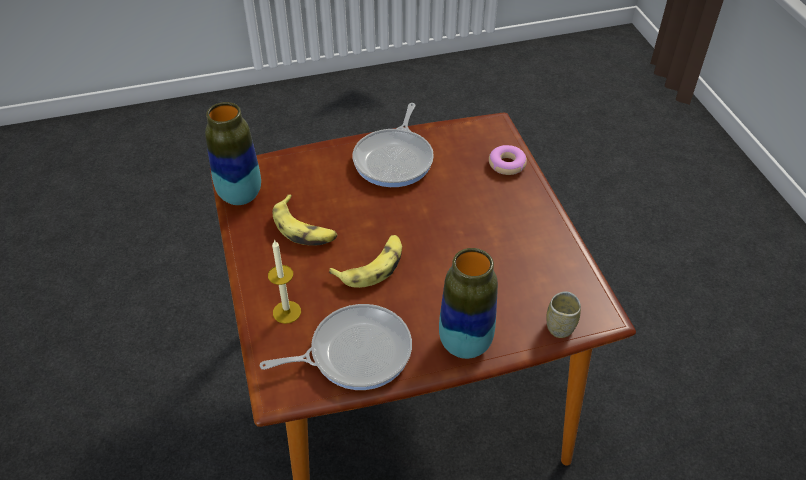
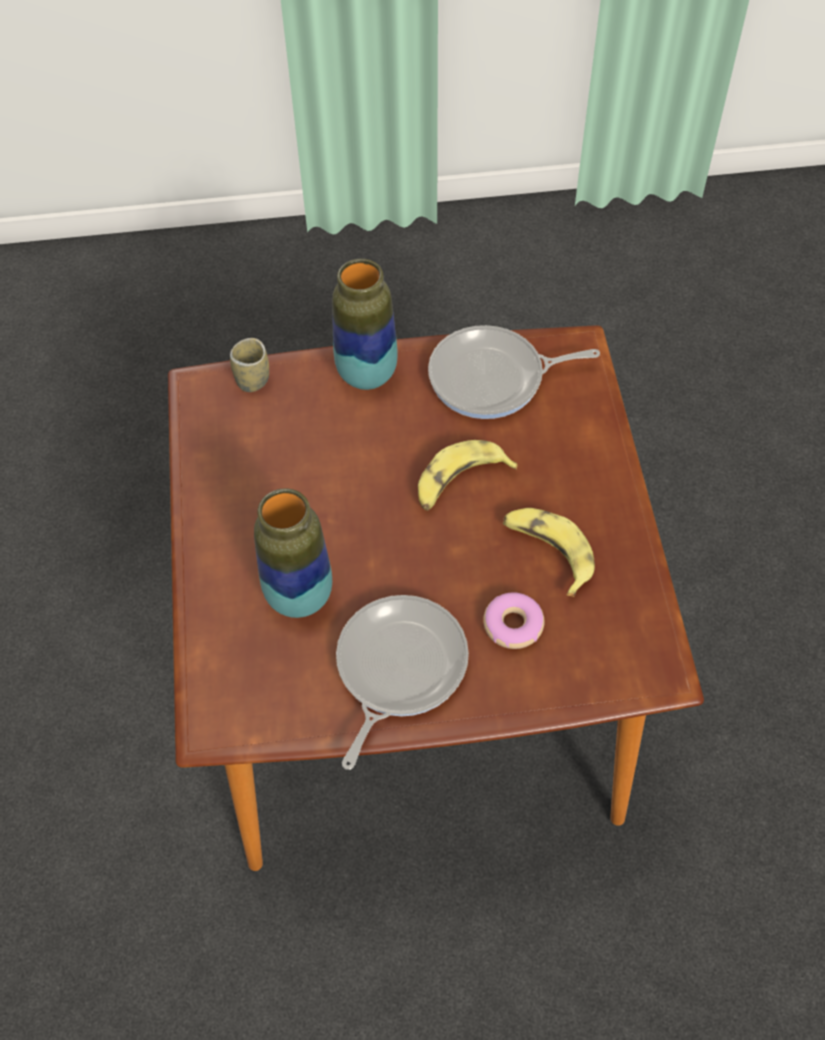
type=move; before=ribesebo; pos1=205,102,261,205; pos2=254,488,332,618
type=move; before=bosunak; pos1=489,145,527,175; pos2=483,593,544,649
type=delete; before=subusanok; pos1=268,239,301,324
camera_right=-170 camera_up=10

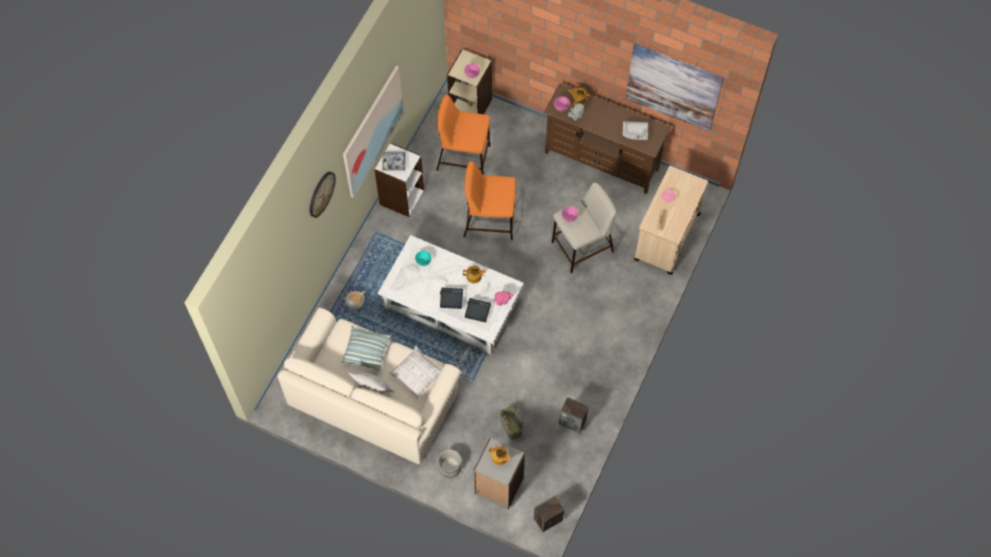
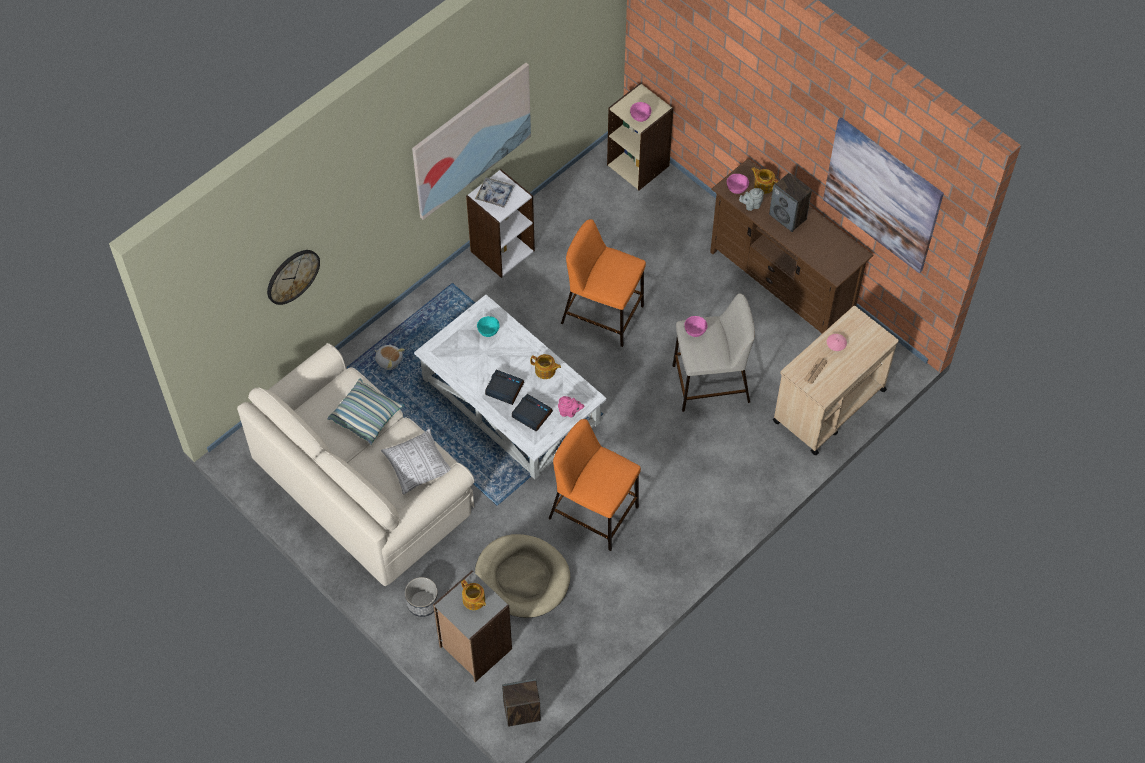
type=move; before=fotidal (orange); pos1=436,95,491,175; pos2=548,419,641,551
type=delete; before=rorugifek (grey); pos1=623,121,648,140
type=move; before=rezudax; pos1=310,172,336,218; pos2=267,250,320,305
type=delete; before=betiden; pos1=348,372,394,393
type=move; before=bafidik; pos1=559,397,589,433; pos2=769,173,812,232
type=replace; before=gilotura; after=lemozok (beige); pos1=500,406,523,439; pos2=475,534,570,618
camera_right=20 camera_up=-5

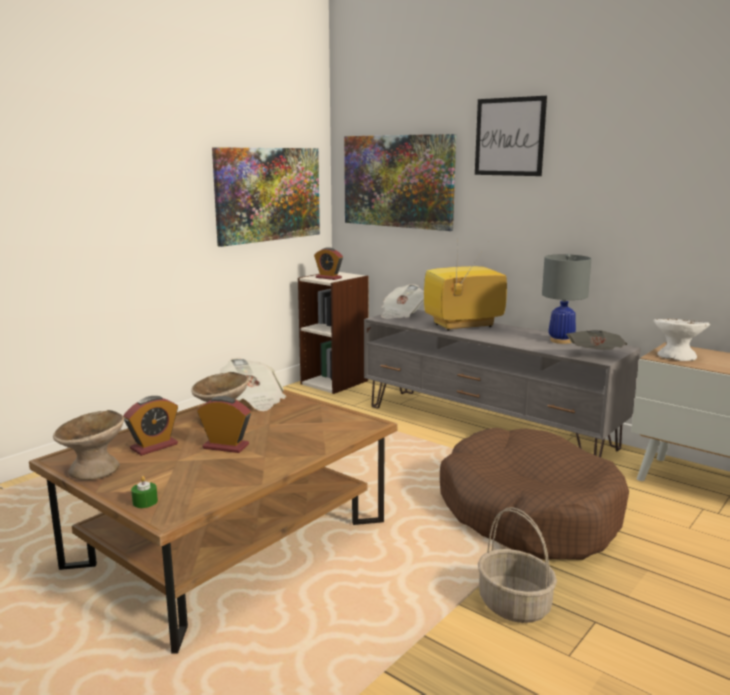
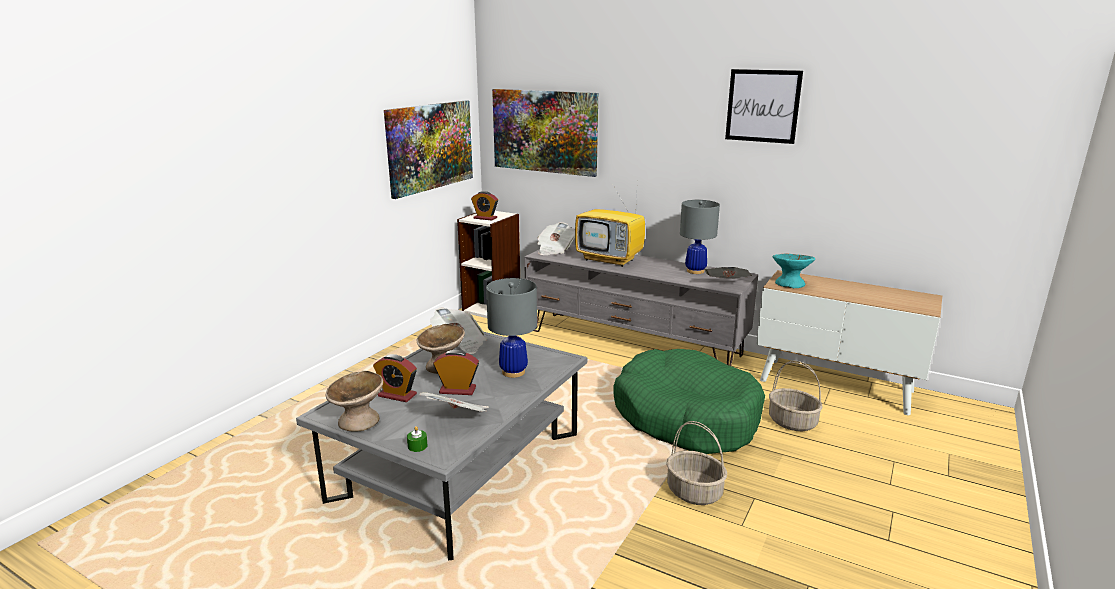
type=move; before=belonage; pos1=475,96,547,176; pos2=725,69,803,144
type=rotate; before=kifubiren; pos1=424,246,507,331; pos2=575,185,645,267; turn=-120
type=recolor; before=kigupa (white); after=kigupa (turquoise); pos1=654,319,710,361; pos2=772,253,815,288
type=recolor; before=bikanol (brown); after=bikanol (grey); pos1=29,389,398,653; pos2=296,332,587,560
type=rotate; before=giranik; pos1=123,396,178,456; pos2=373,354,417,402; turn=75
type=recolor; before=lemozok (brown); after=lemozok (green); pos1=440,428,629,560; pos2=614,349,765,454
type=insert; after=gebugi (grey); pos2=486,278,537,378
type=insert; after=gilotura; pos2=769,360,823,431
type=insert; after=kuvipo; pos2=419,392,489,412
camera_right=-10 camera_up=5

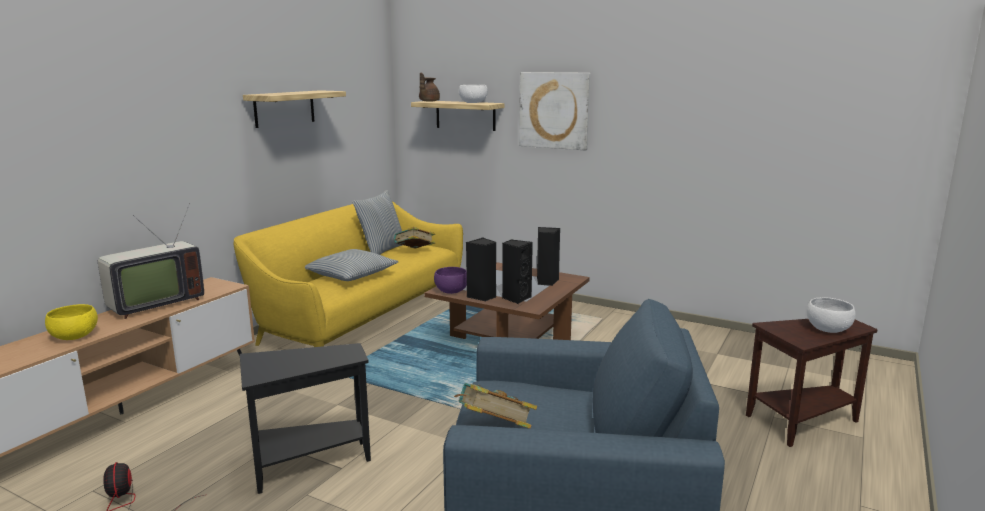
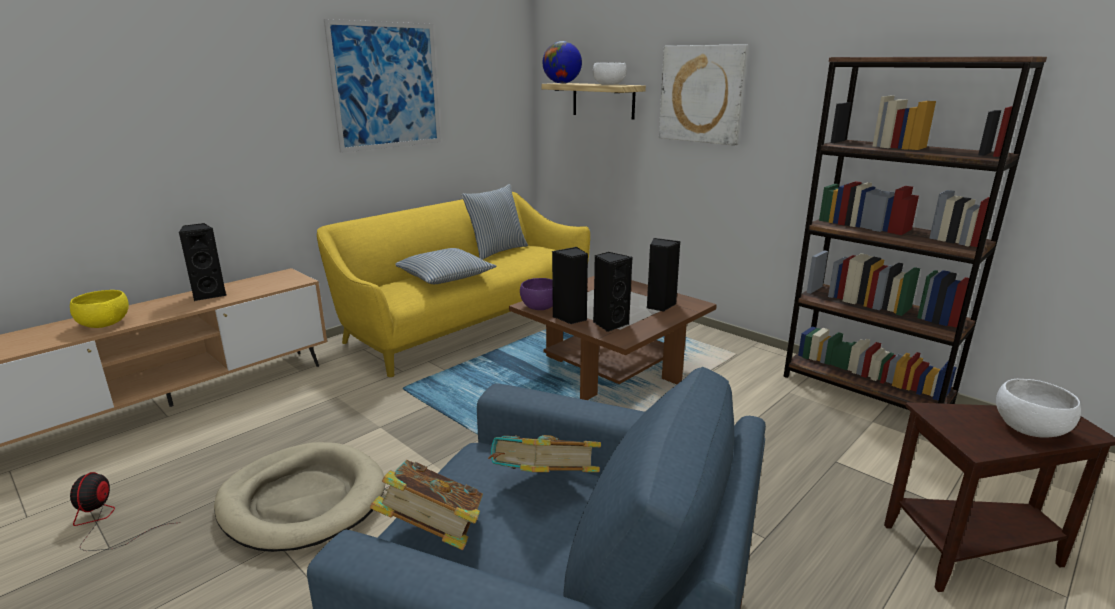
type=replace; before=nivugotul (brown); after=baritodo; pos1=419,73,440,102; pos2=543,41,582,83
type=replace; before=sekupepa; after=belonage; pos1=243,90,346,128; pos2=324,19,441,153
type=replace; before=kifubiren; after=bafidik (black); pos1=98,203,204,319; pos2=179,223,226,301
type=move; before=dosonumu; pos1=394,227,436,249; pos2=488,435,601,472
type=replace; before=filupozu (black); after=lemozok (beige); pos1=240,343,371,494; pos2=214,442,385,552
type=insert; after=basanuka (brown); pos2=783,56,1047,410
camera_right=15 camera_up=5

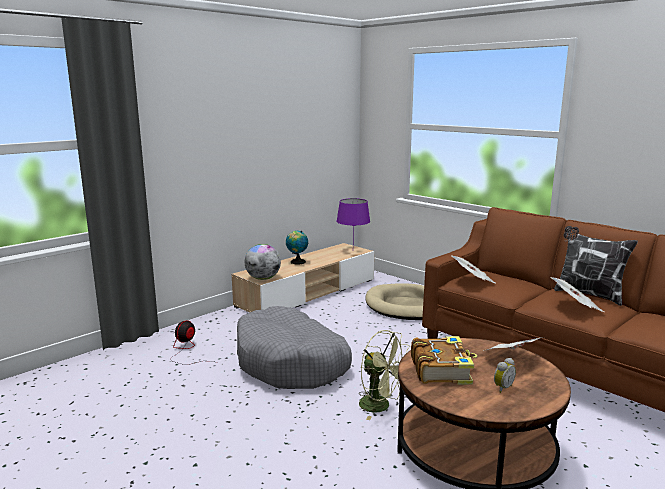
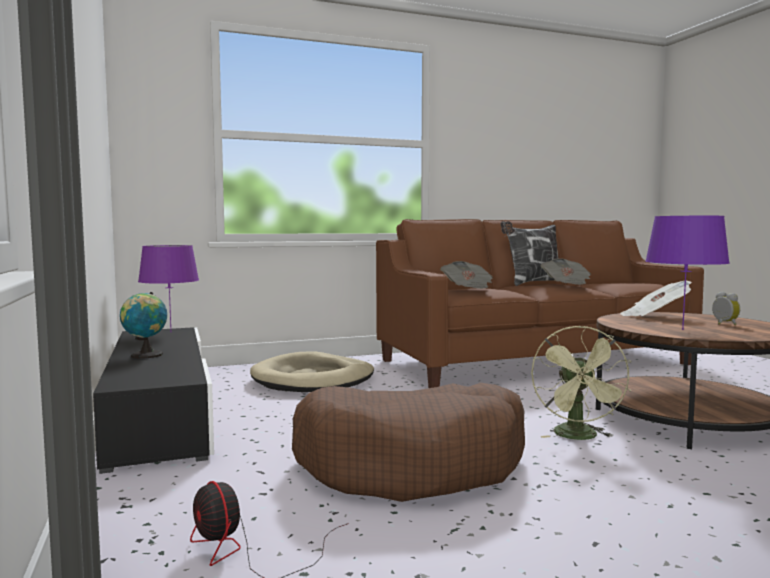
type=recolor; before=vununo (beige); after=vununo (black); pos1=232,243,374,313; pos2=93,327,214,474
type=delete; before=baritodo; pos1=245,244,281,280
type=recolor; before=lemozok (grey); after=lemozok (brown); pos1=237,306,352,389; pos2=292,383,525,502
type=rotate; before=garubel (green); pos1=359,330,409,420; pos2=531,325,631,440; turn=120
type=replace; before=dosonumu; after=gebugi (purple); pos1=411,336,477,385; pos2=645,216,730,330
camera_right=-65 camera_up=-10

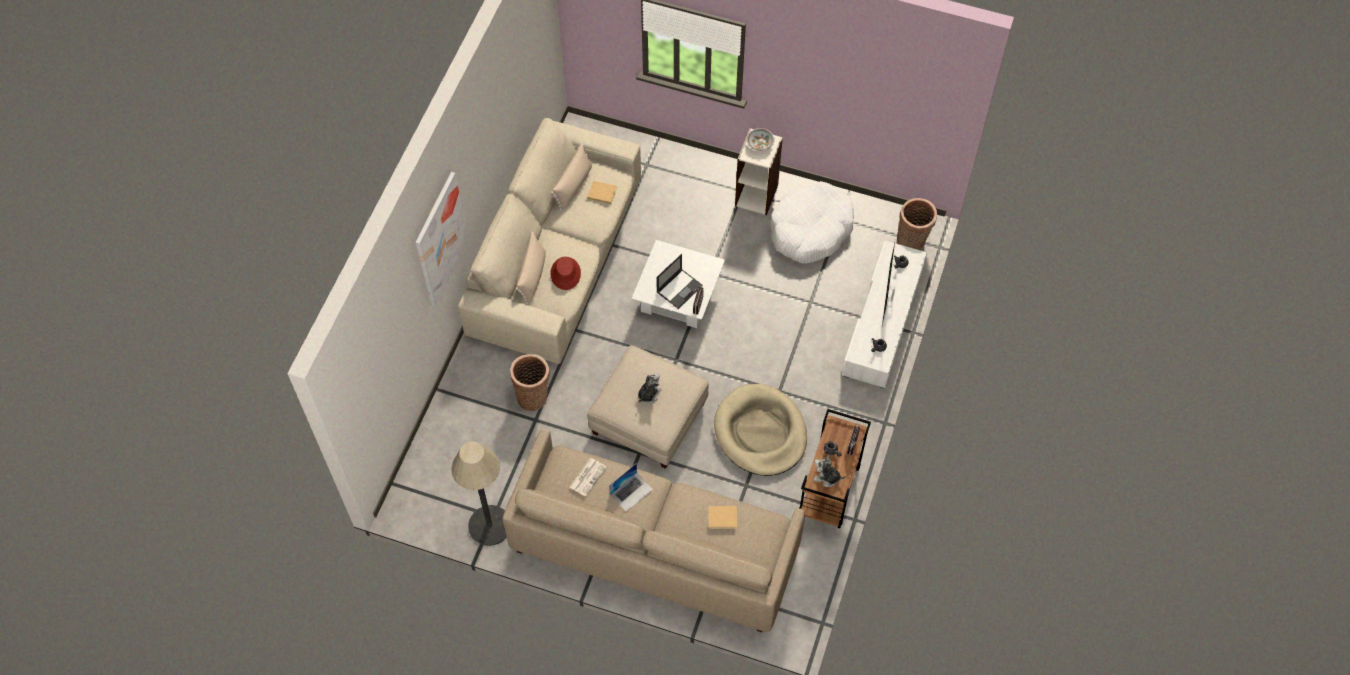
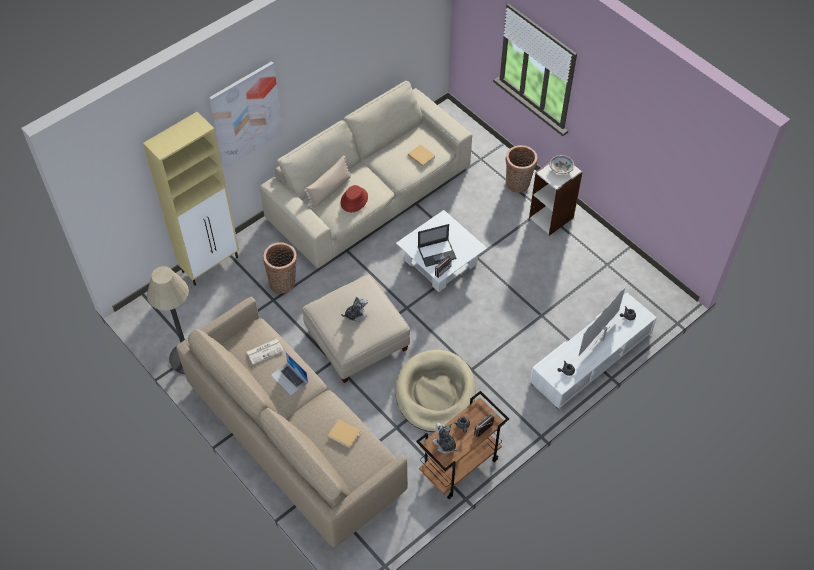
type=delete; before=betiden (beige); pos1=551,144,592,211
type=delete; before=lemozok (white); pos1=771,181,854,264
type=move; before=gilotura; pos1=897,198,937,250; pos2=505,145,537,193
type=rotate; before=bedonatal; pos1=609,463,653,512; pos2=271,353,308,396; turn=60
type=insert; after=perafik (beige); pos2=143,112,239,285
camera_right=30 camera_up=-5

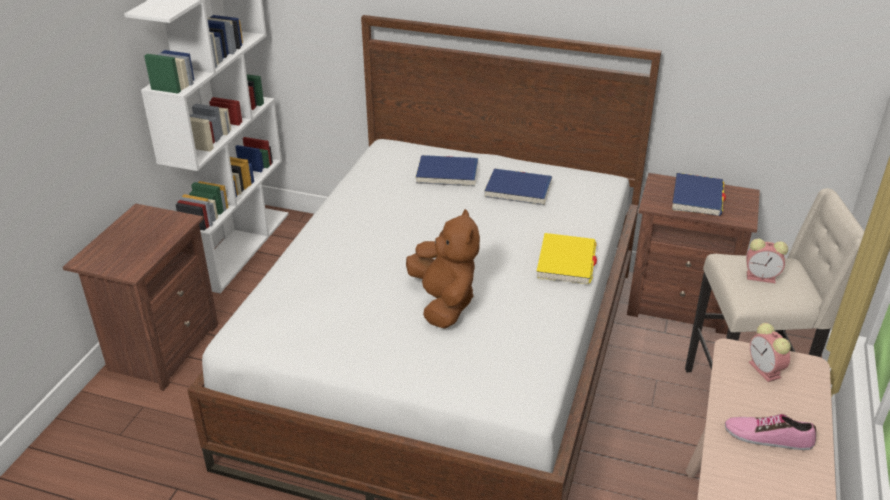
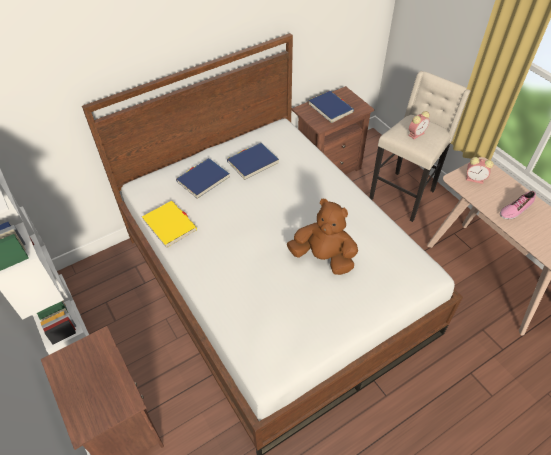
type=move; before=dosonumu (yellow); pos1=536,233,597,284; pos2=142,201,197,248
camera_right=-50 camera_up=15

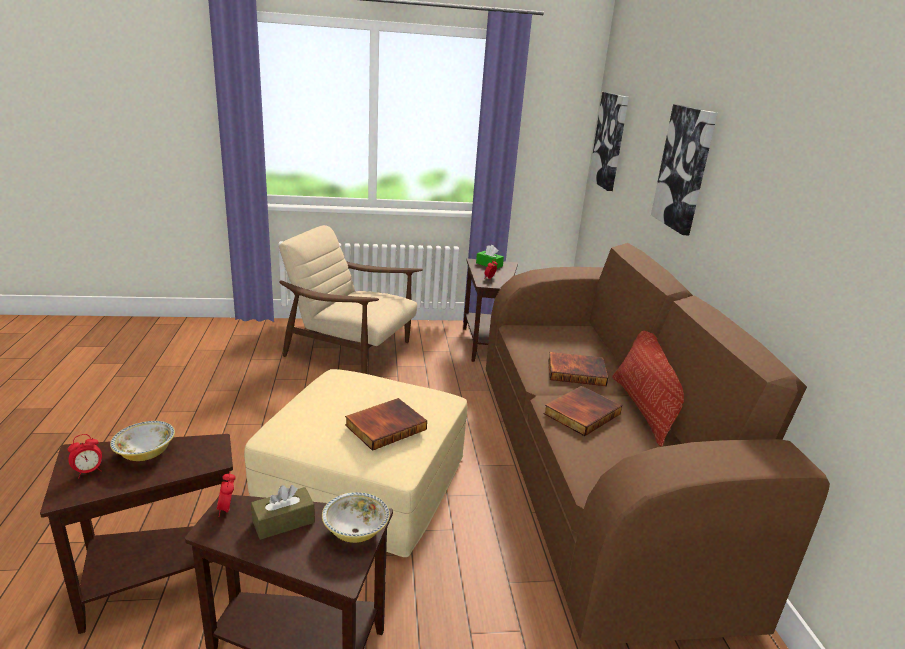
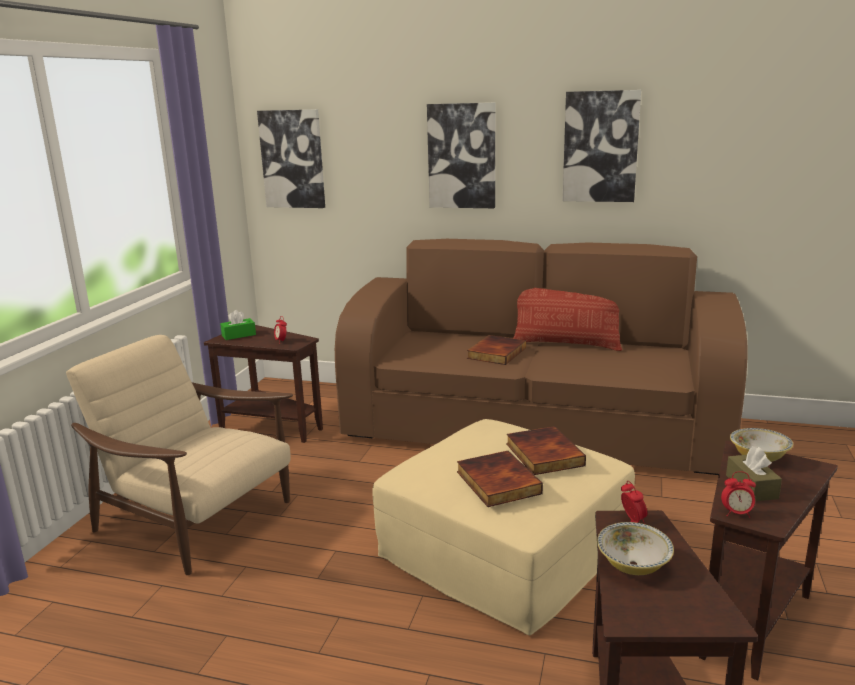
type=rotate; before=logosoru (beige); pos1=279,225,423,374; pos2=66,335,293,575; turn=75
type=move; before=dosonumu; pos1=543,386,622,436; pos2=457,451,543,507
type=move; before=giranik; pos1=67,434,102,479; pos2=621,481,647,524
type=insert; after=belonage; pos2=562,90,641,202
camera_right=-65 camera_up=-5

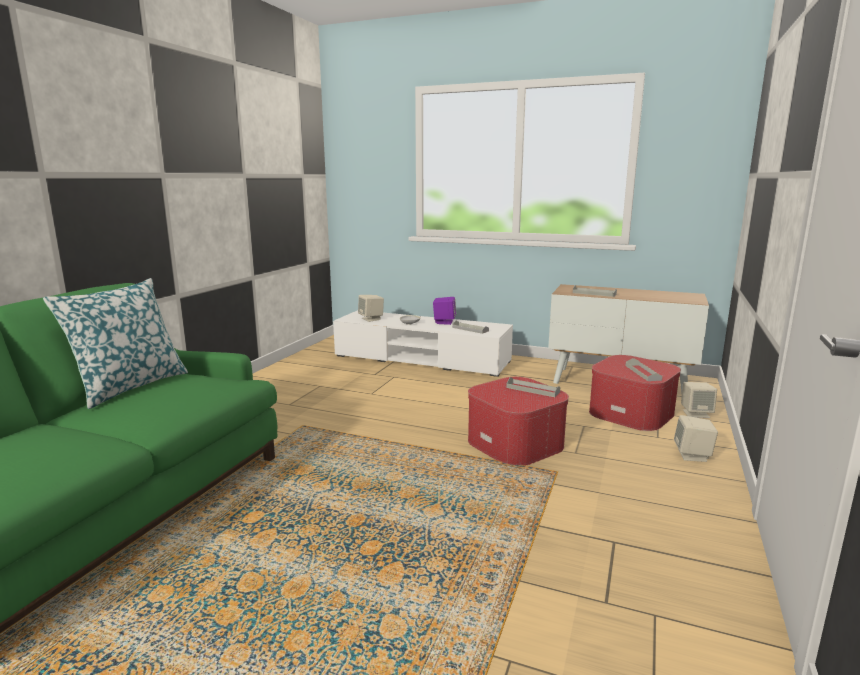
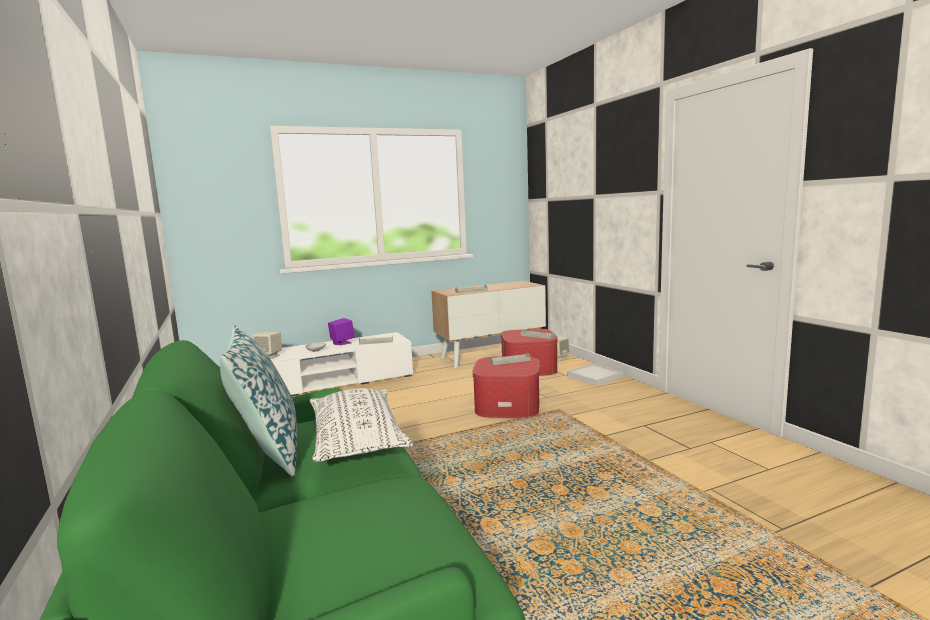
type=replace; before=bafidik (beige); after=rorugifek (white); pos1=674,415,718,462; pos2=567,363,623,386
type=insert; after=betiden (white); pos2=310,388,413,462
camera_right=-45 camera_up=-5

